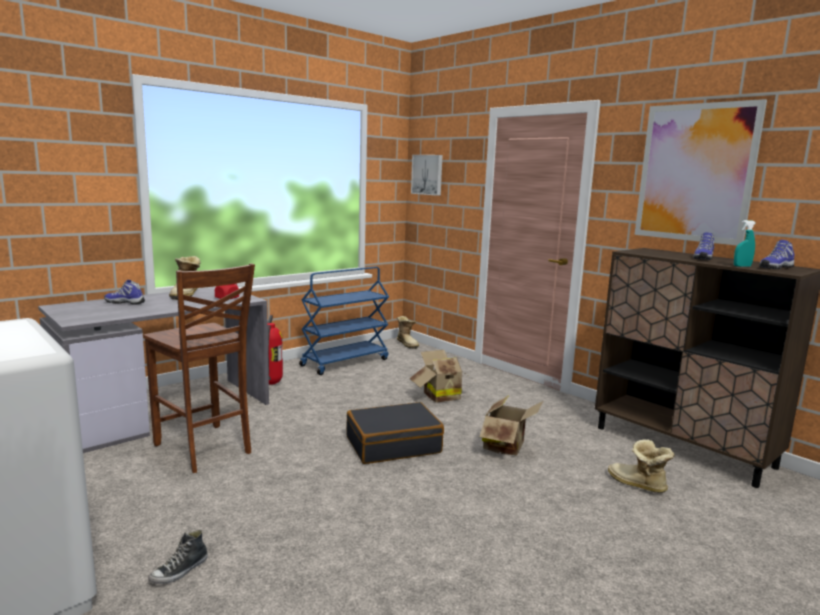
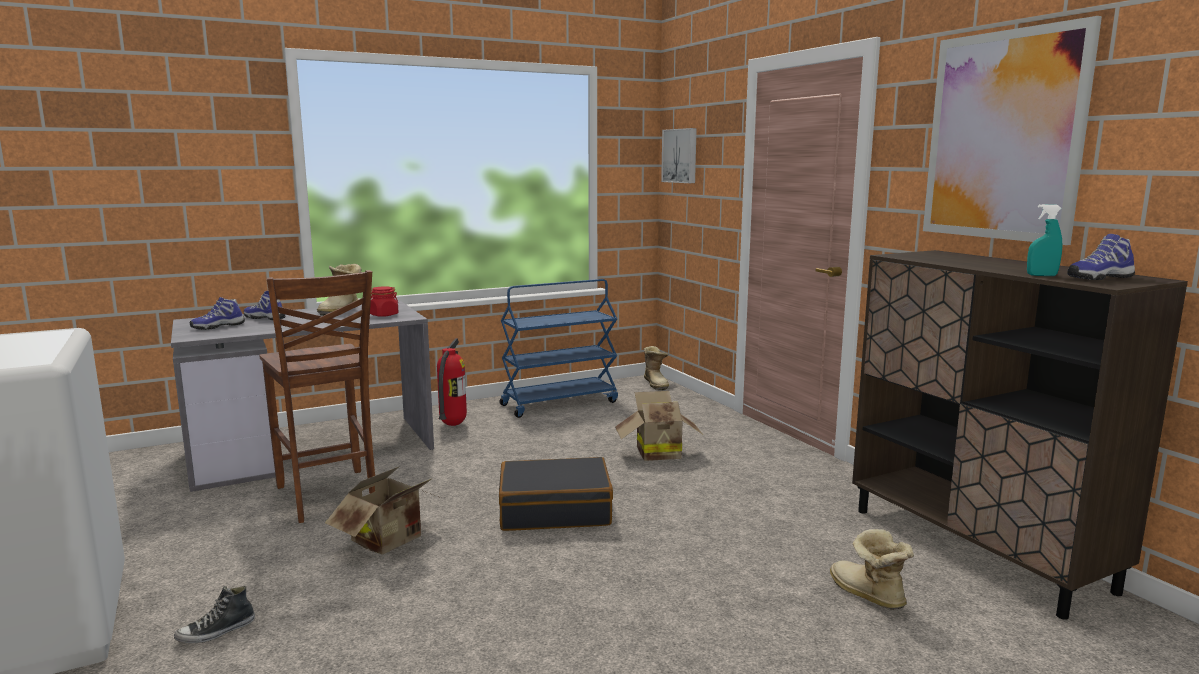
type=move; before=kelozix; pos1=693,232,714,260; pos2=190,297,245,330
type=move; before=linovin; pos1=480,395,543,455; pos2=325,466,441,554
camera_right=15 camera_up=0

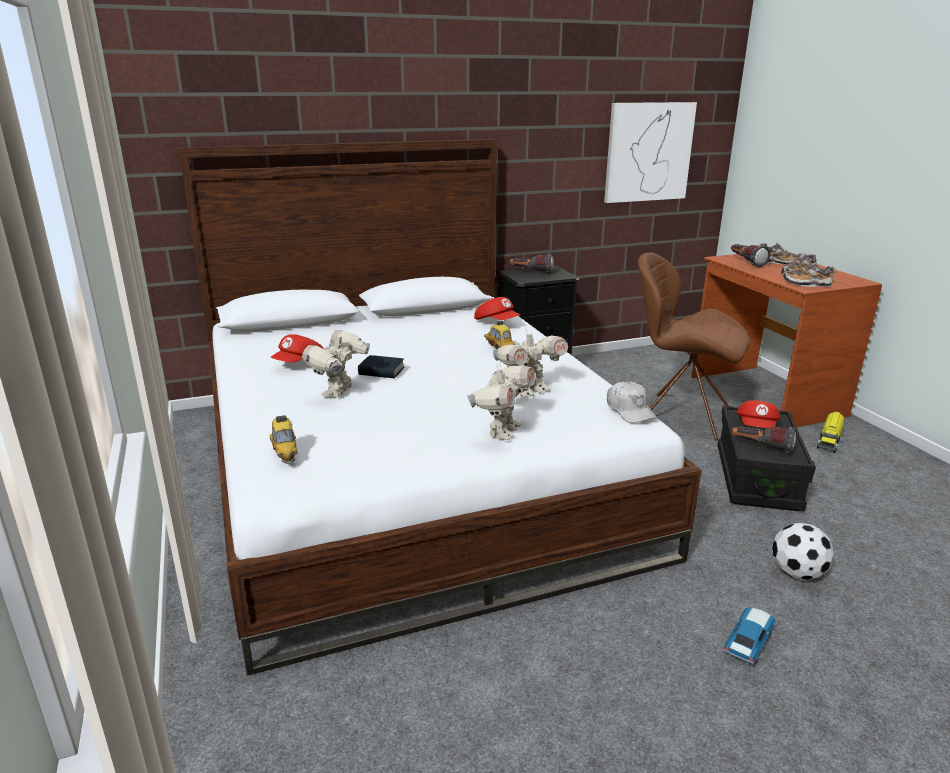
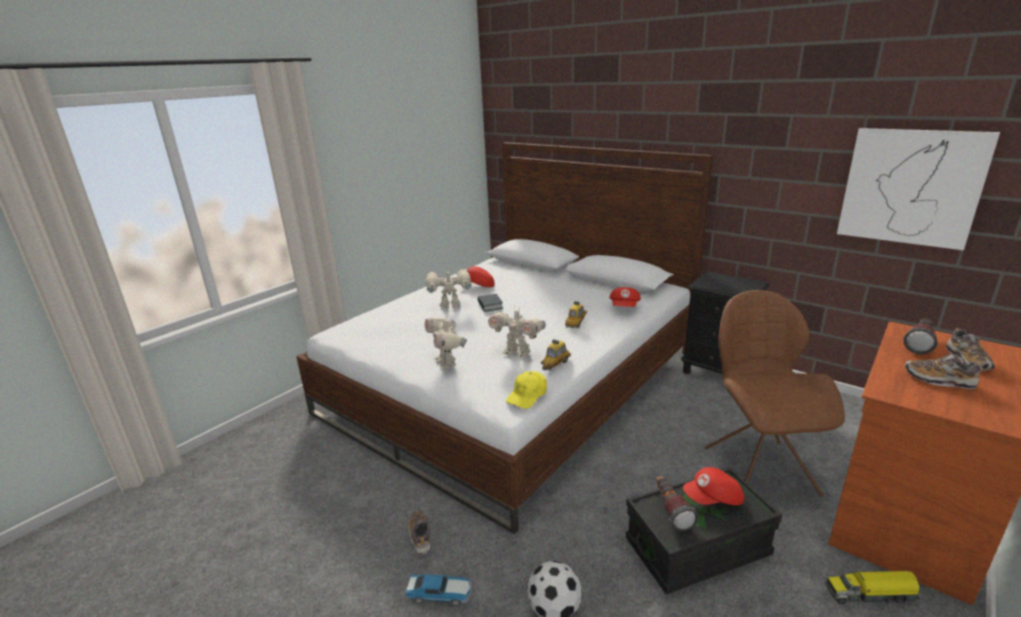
type=delete; before=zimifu; pos1=510,254,554,274
type=move; before=kelozix; pos1=783,262,835,287; pos2=408,510,431,556
type=rotate; before=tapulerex; pos1=467,362,535,440; pos2=425,316,467,369; turn=75
type=recolor; before=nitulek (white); after=nitulek (yellow); pos1=607,381,657,423; pos2=506,371,547,409
type=move; before=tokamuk; pos1=270,415,298,464; pos2=541,339,571,371
camera_right=60 camera_up=0

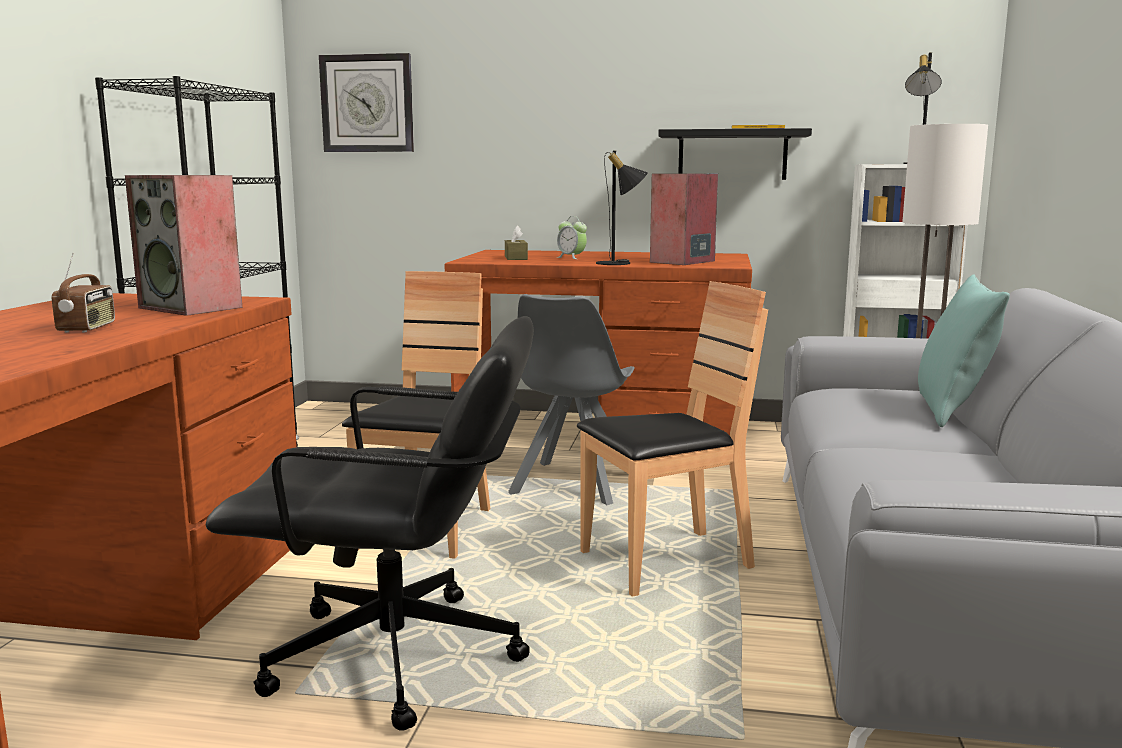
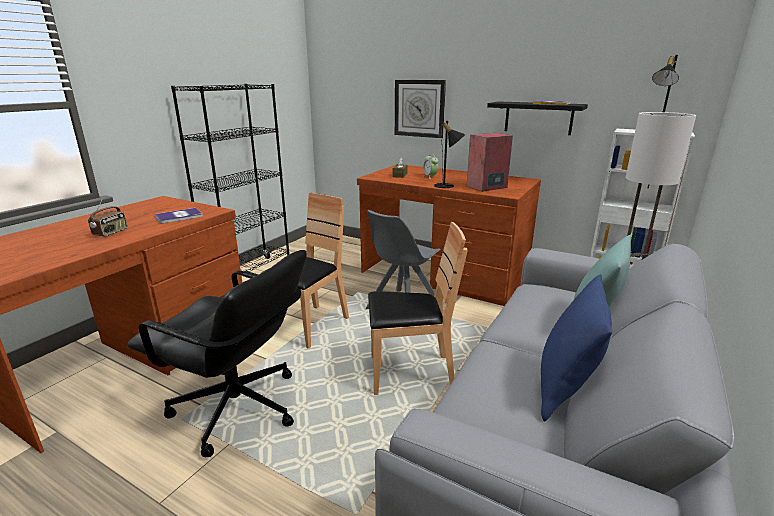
type=move; before=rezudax; pos1=319,53,414,152; pos2=395,80,446,138
type=replace; before=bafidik; after=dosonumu; pos1=125,175,242,316; pos2=154,208,203,223
type=insert; after=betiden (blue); pos2=541,274,612,422
camera_right=20 camera_up=10

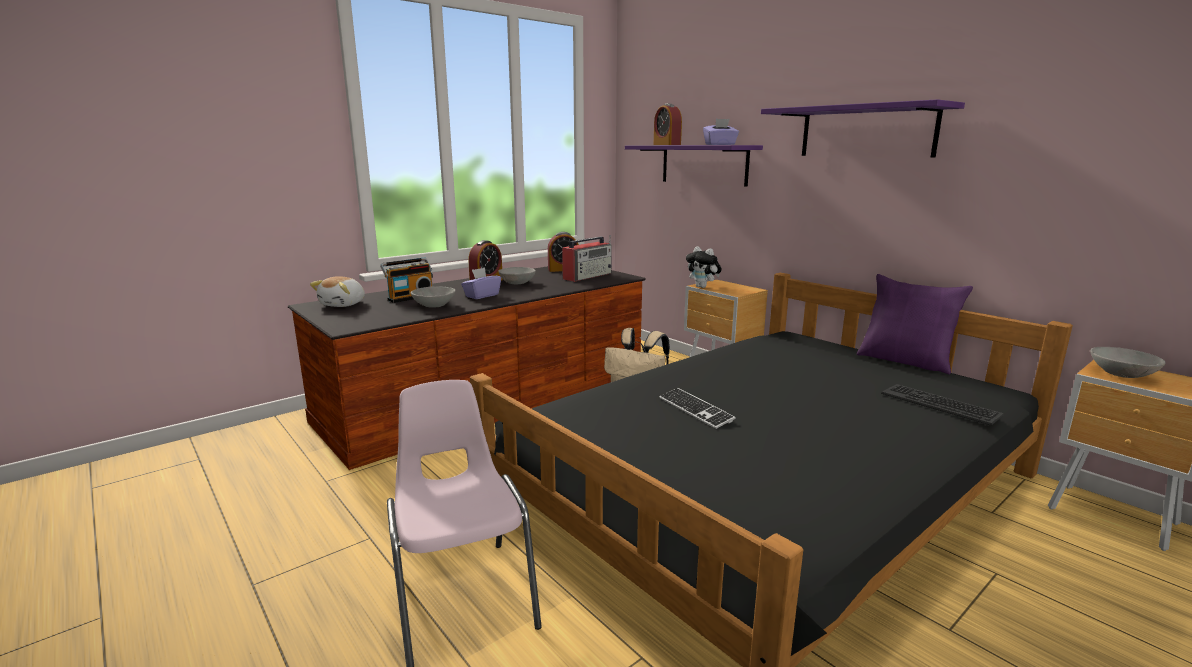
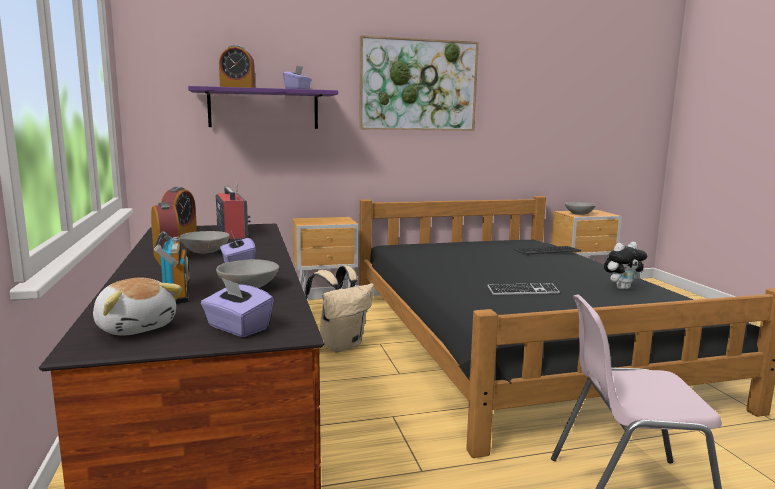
type=replace; before=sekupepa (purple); after=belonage; pos1=761,99,965,158; pos2=359,35,479,131
type=move; before=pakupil; pos1=686,246,722,288; pos2=604,242,647,290
type=delete; before=betiden (purple); pos1=857,274,973,374
type=insert; after=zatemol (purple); pos2=201,278,274,337
camera_right=-65 camera_up=-5

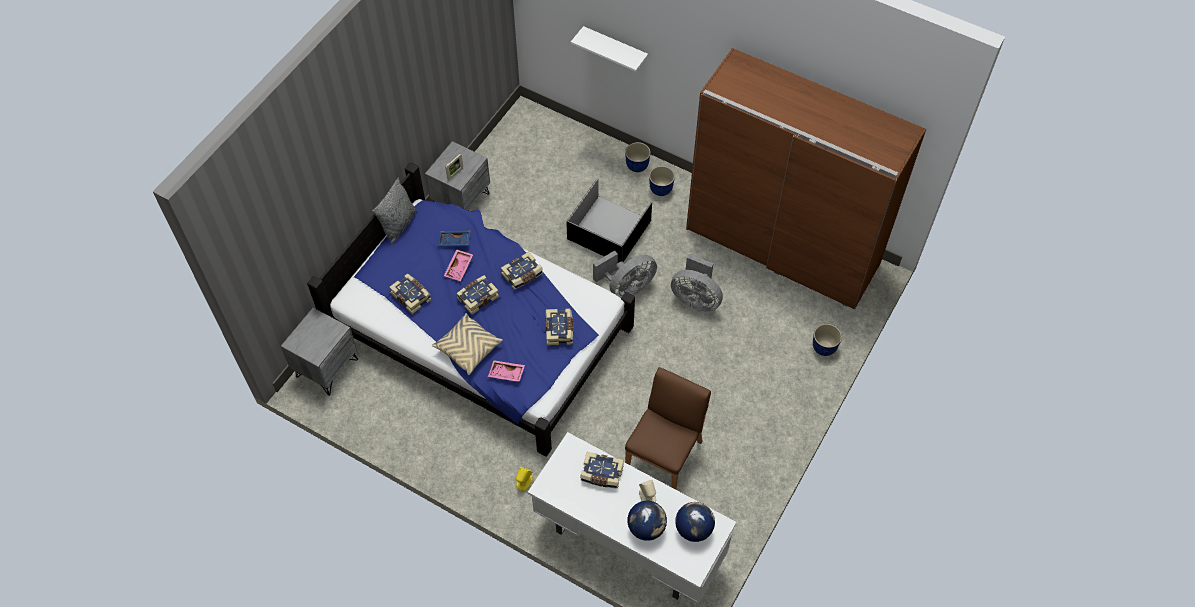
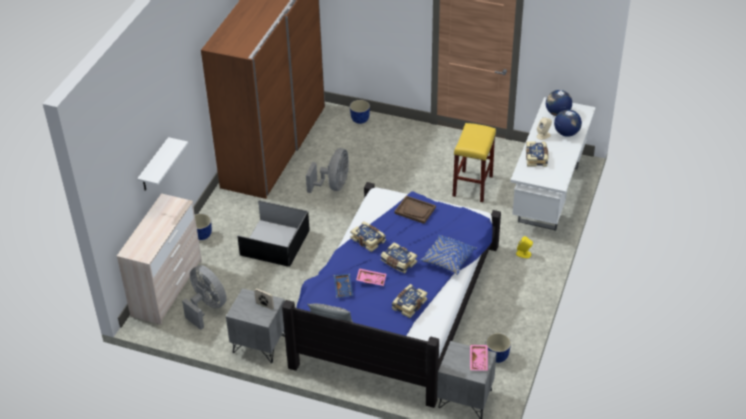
type=move; before=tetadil; pos1=649,166,675,196; pos2=486,333,511,363
type=move; before=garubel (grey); pos1=593,251,657,298; pos2=182,265,227,330
type=replace; before=dosonumu; after=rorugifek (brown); pos1=546,309,574,346; pos2=394,196,436,224
type=recolor; before=betiden (beige); after=betiden (blue); pos1=432,313,503,375; pos2=420,235,477,275
type=move; before=rorugifek (pink); pos1=488,360,525,382; pos2=470,345,488,371
type=replace; before=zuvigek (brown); after=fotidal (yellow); pos1=625,367,711,490; pos2=453,123,496,202
type=insert; after=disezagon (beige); pos2=117,193,202,325
camera_right=-100 camera_up=-15

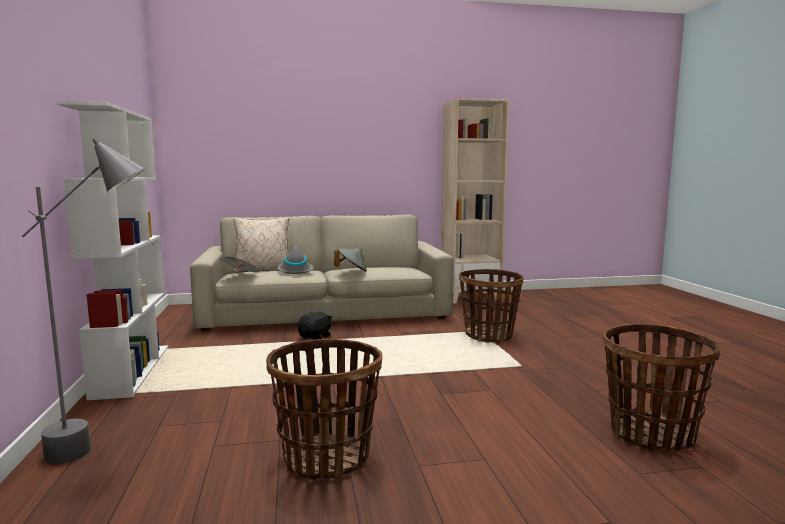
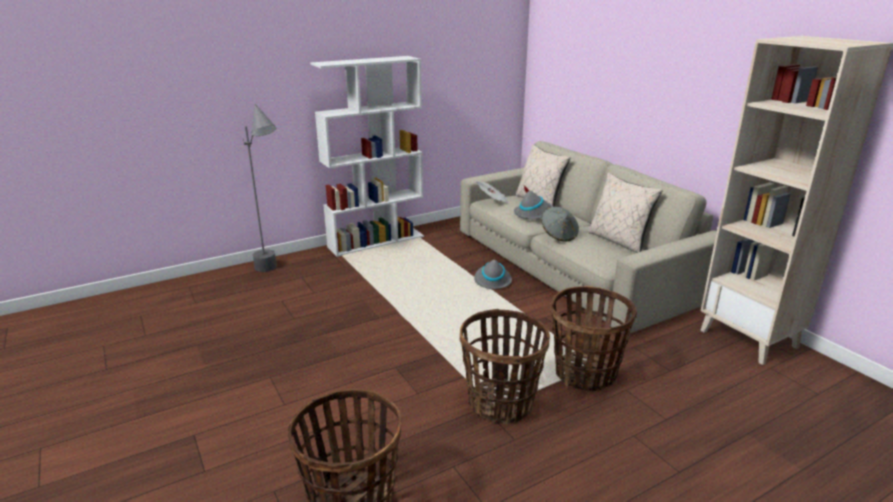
type=replace; before=pakupil (black); after=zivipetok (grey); pos1=297,312,333,340; pos2=474,258,512,289
type=move; before=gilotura; pos1=266,339,383,481; pos2=460,309,550,424
type=insert; after=betiden (beige); pos2=588,173,663,253
camera_right=70 camera_up=15

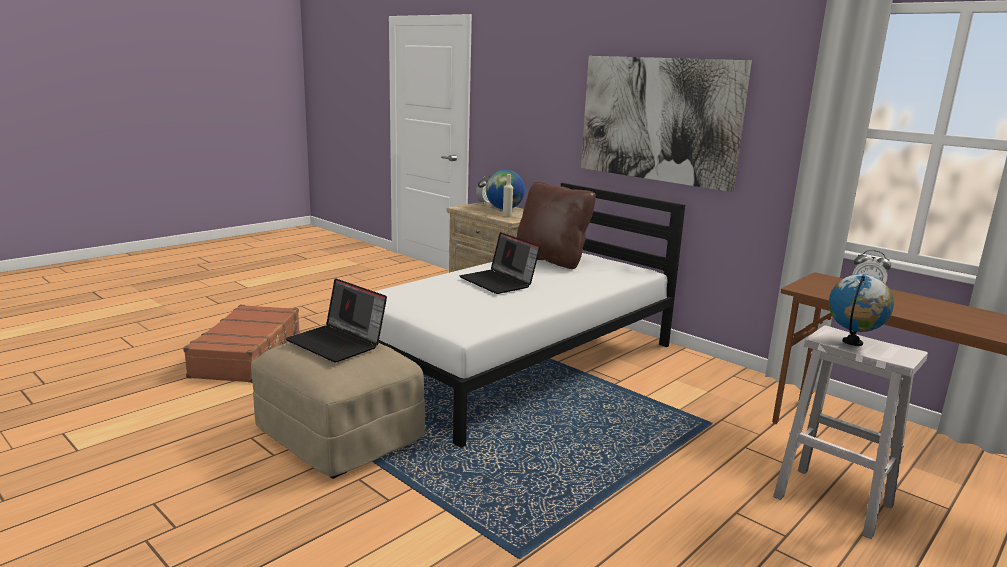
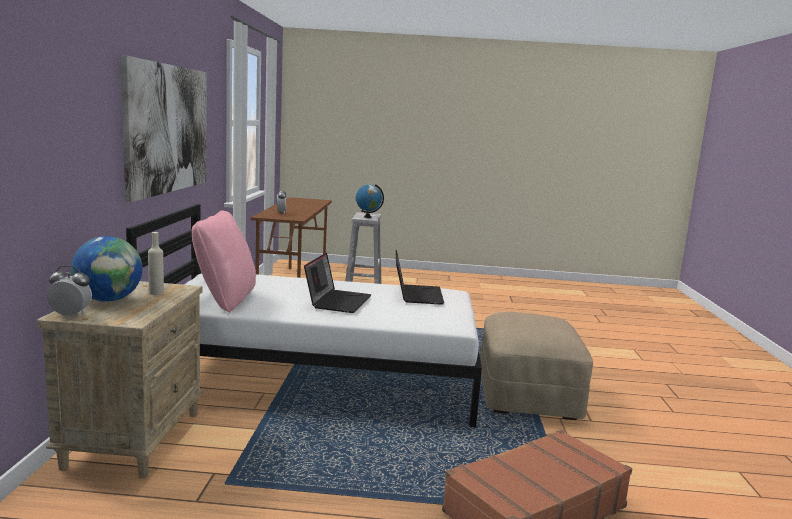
type=recolor; before=betiden (brown); after=betiden (pink); pos1=517,182,596,269; pos2=192,210,256,313
type=move; before=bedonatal; pos1=285,278,387,363; pos2=396,250,444,305
camera_right=-130 camera_up=-5

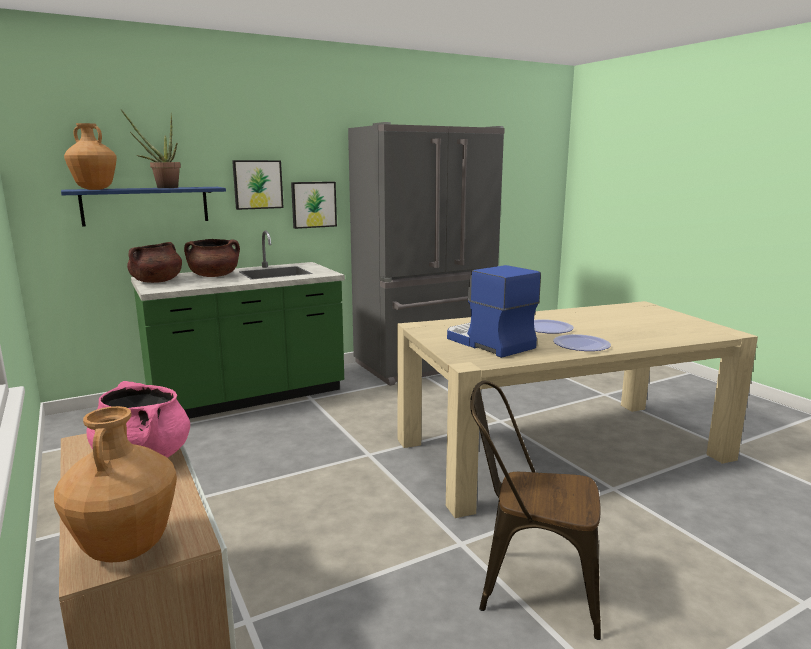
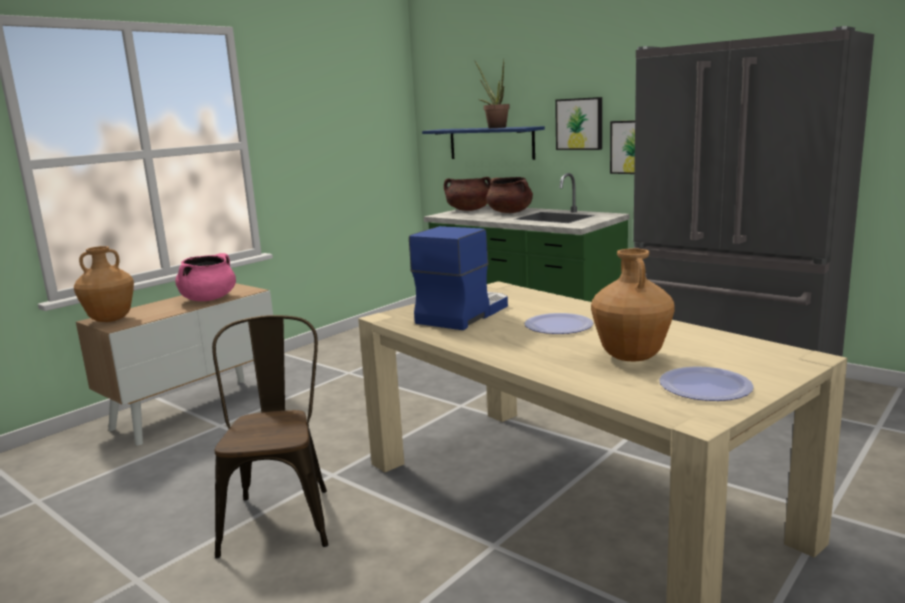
type=move; before=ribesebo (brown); pos1=64,123,117,190; pos2=591,248,675,361
type=move; before=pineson; pos1=553,334,611,351; pos2=659,366,754,401
camera_right=70 camera_up=0

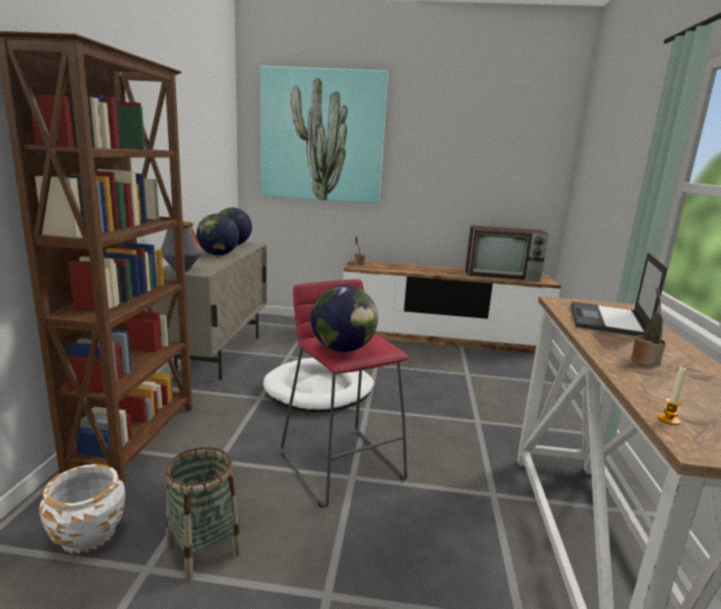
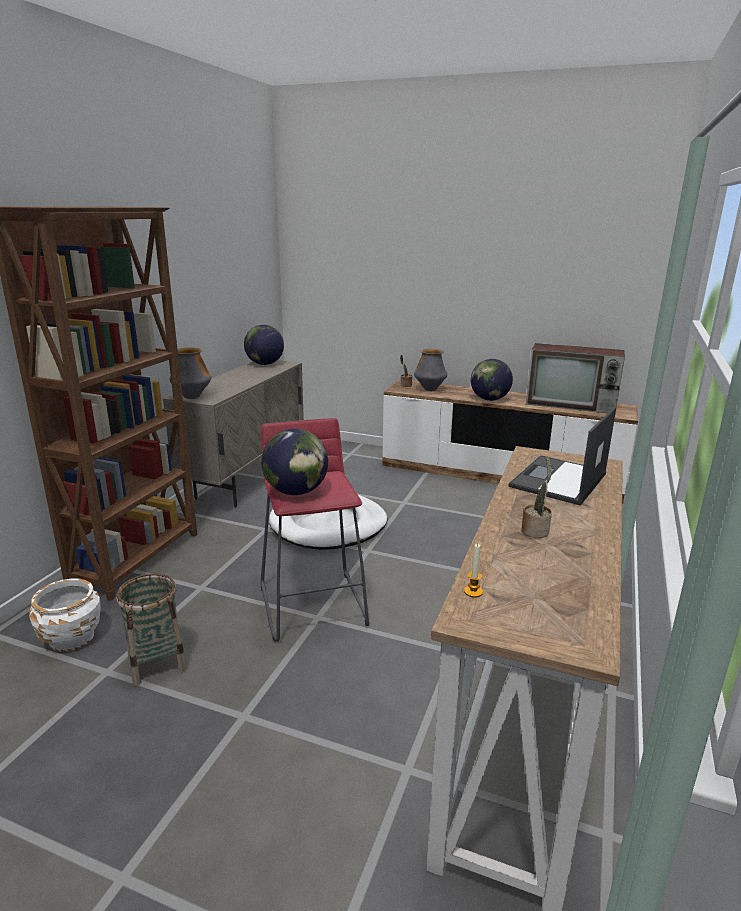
type=delete; before=belonage; pos1=260,65,388,204
type=move; before=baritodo; pos1=196,214,239,256; pos2=471,359,513,401
type=insert; after=ribesebo; pos2=414,349,447,391
camera_right=15 camera_up=5

